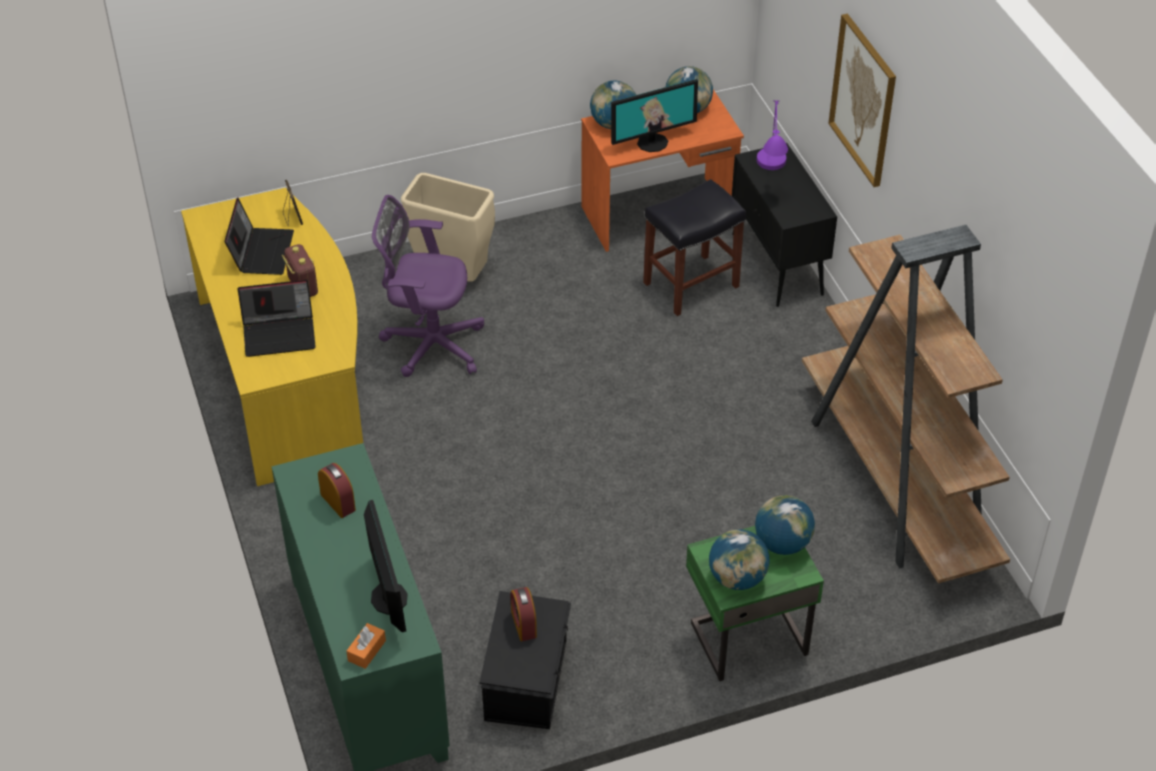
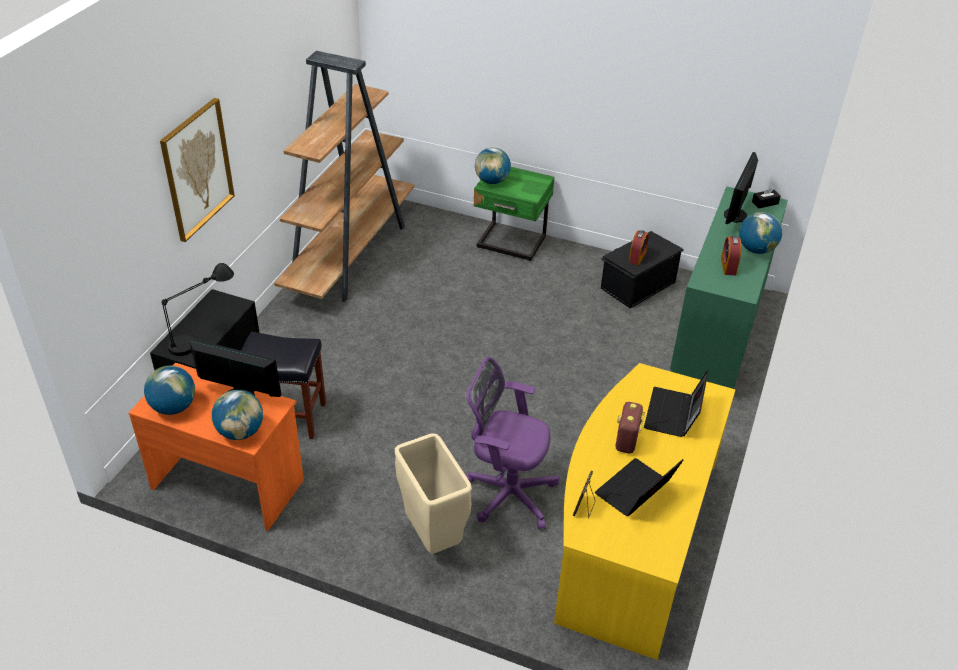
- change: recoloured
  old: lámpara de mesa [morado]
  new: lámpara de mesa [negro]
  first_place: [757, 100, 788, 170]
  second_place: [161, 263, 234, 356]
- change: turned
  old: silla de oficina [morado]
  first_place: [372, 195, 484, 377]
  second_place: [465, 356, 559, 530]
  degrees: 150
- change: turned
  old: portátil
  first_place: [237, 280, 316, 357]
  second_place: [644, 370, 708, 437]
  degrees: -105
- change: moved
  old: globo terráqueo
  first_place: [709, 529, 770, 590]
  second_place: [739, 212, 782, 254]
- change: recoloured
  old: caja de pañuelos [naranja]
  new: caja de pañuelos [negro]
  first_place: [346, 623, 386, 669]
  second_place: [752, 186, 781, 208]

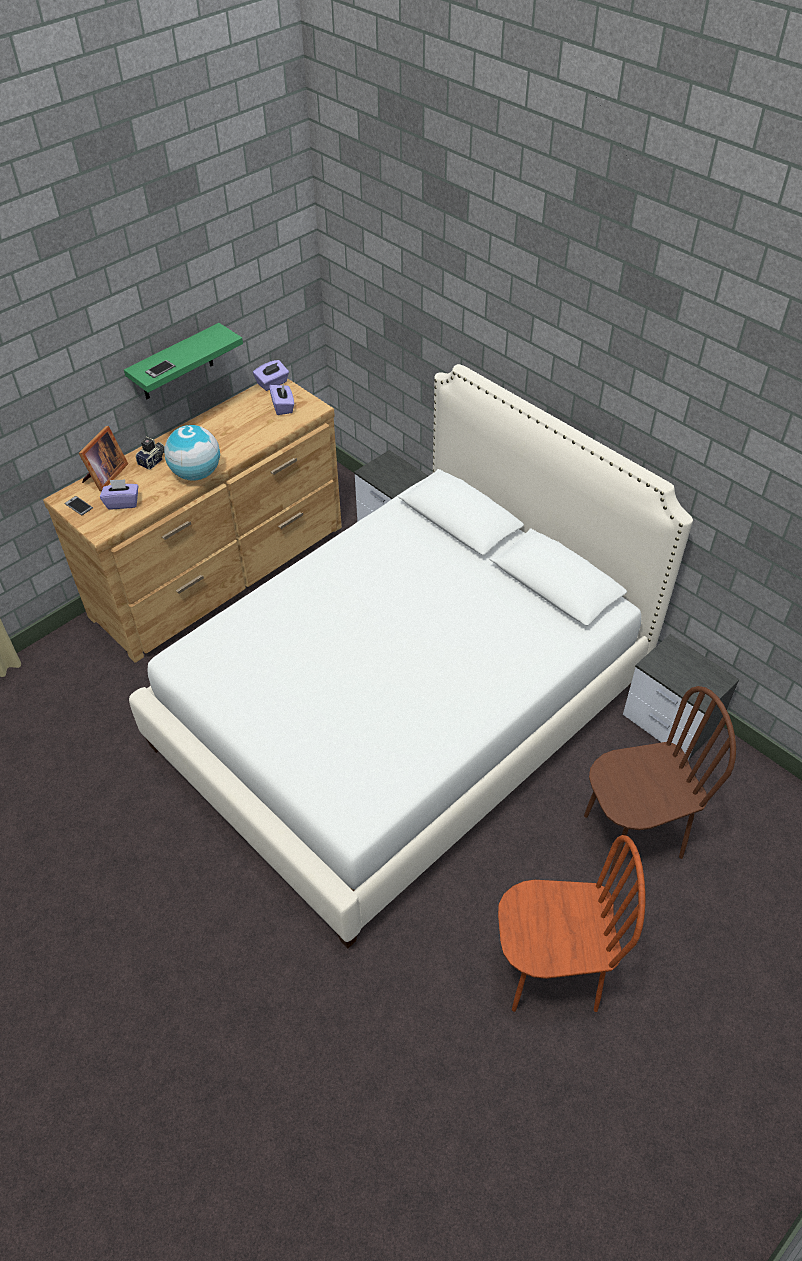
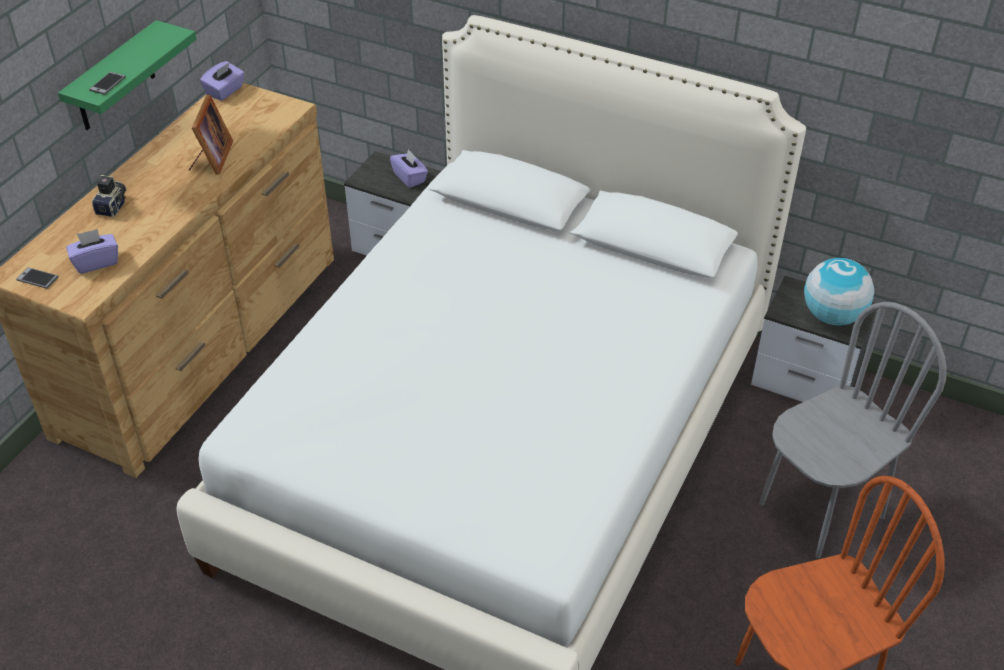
- change: moved
  old: caja de pañuelos [morado]
  first_place: [269, 382, 294, 415]
  second_place: [390, 149, 428, 188]
- change: moved
  old: globo terráqueo
  first_place: [164, 425, 220, 481]
  second_place: [804, 258, 874, 326]
- change: moved
  old: portarretratos
  first_place: [79, 426, 128, 491]
  second_place: [189, 95, 233, 175]
- change: recoloured
  old: silla [marrón]
  new: silla [gris]
  first_place: [584, 686, 736, 874]
  second_place: [759, 302, 947, 559]

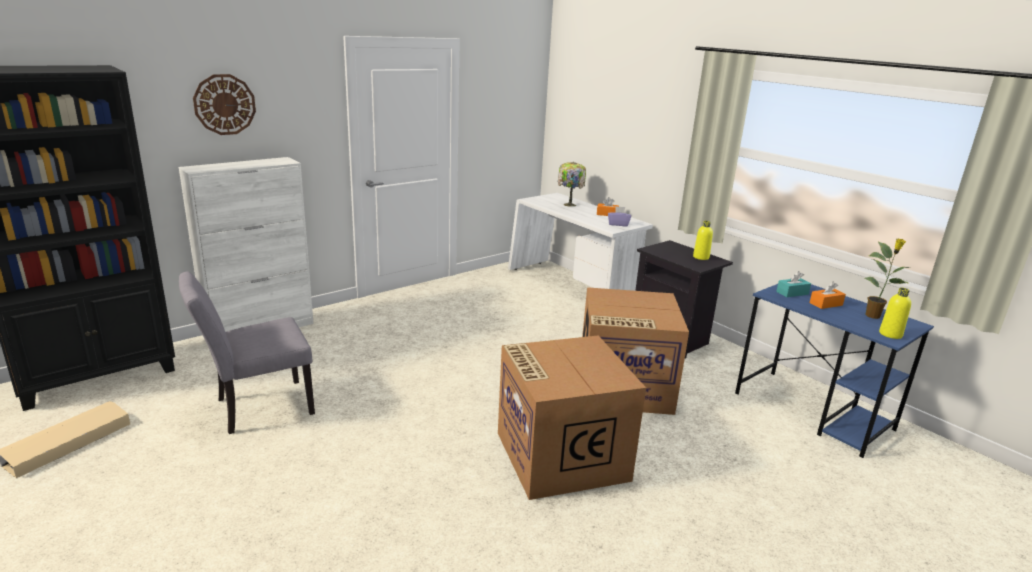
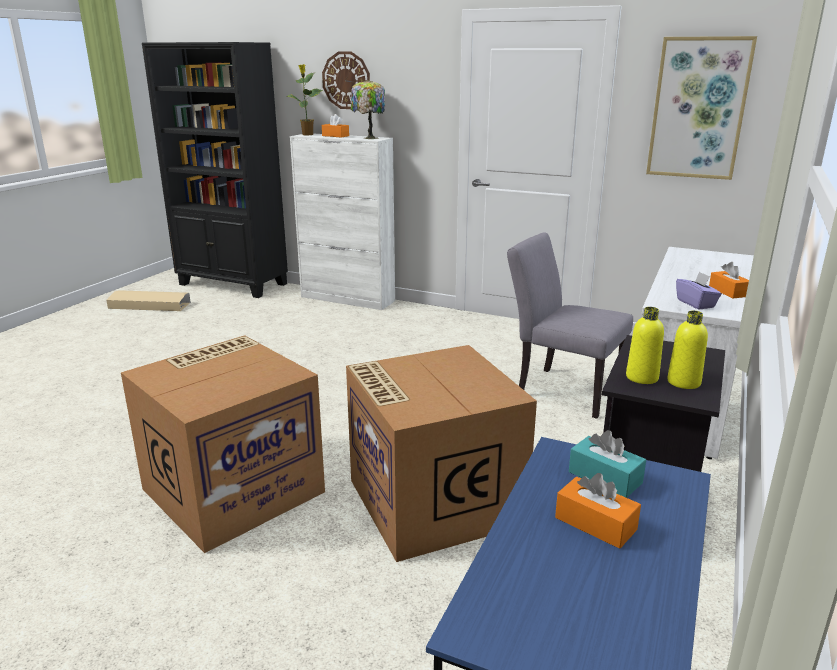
- change: moved
  old: lámpara de mesa
  first_place: [558, 162, 586, 207]
  second_place: [351, 80, 385, 139]
- change: moved
  old: planta en maceta
  first_place: [864, 238, 911, 319]
  second_place: [286, 64, 323, 135]
- change: moved
  old: silla [gris]
  first_place: [179, 272, 315, 434]
  second_place: [507, 233, 633, 419]
- change: moved
  old: botella [amarillo]
  first_place: [879, 288, 911, 339]
  second_place: [626, 307, 664, 384]
- change: added
  new: cuadro
  second_place: [646, 36, 757, 180]
- change: added
  new: caja de pañuelos [naranja]
  second_place: [322, 114, 349, 138]

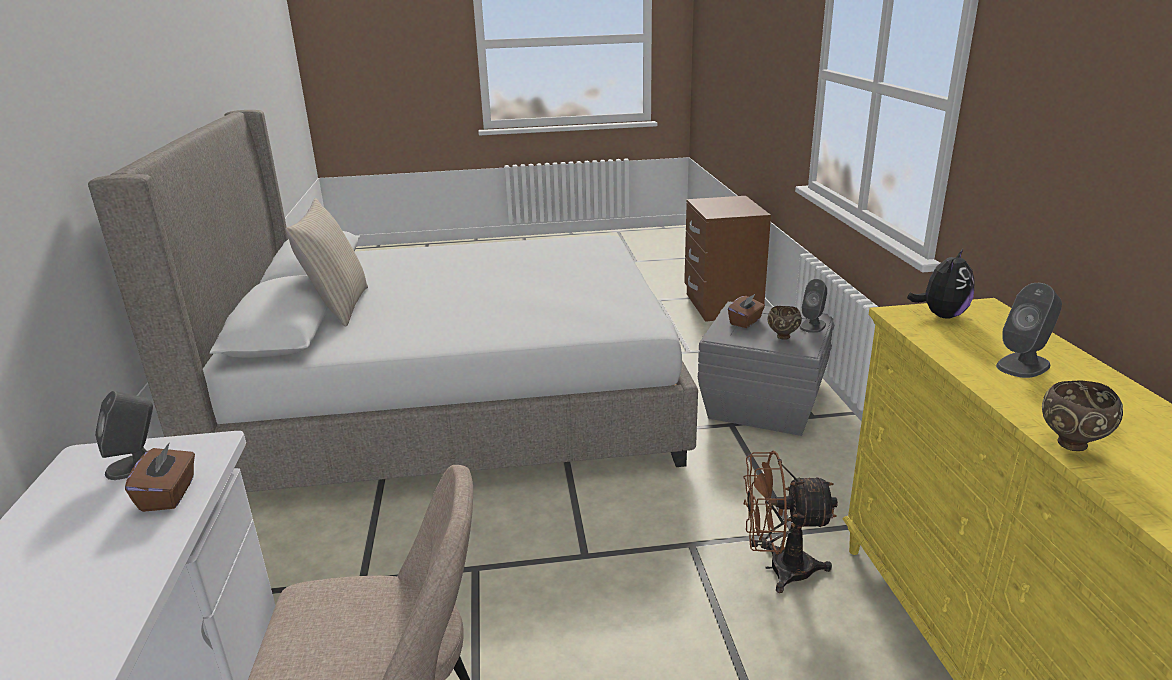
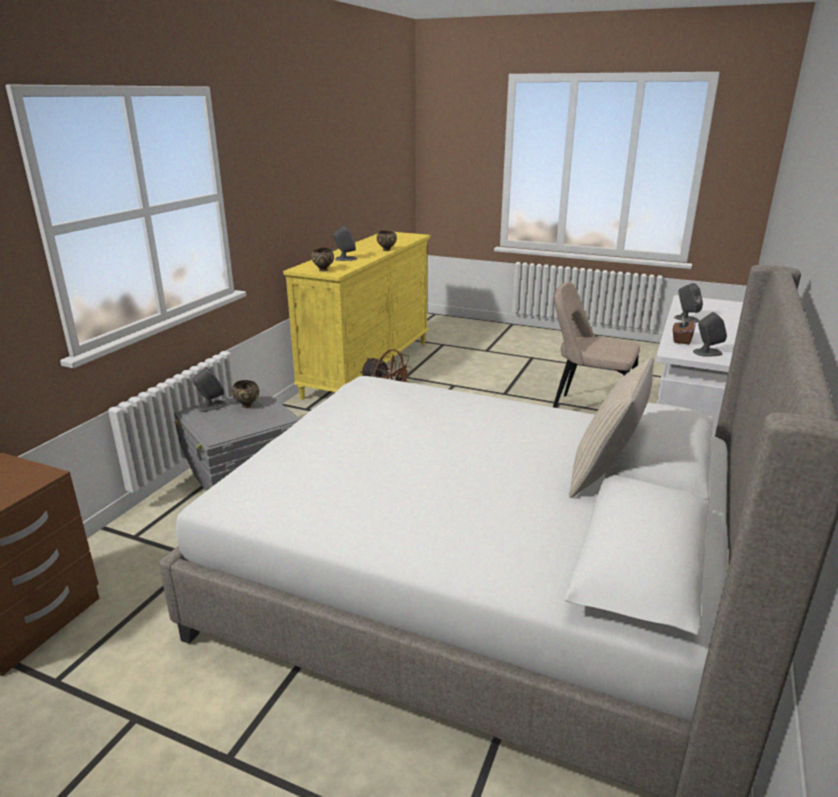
- change: replaced
  old: peluche
  new: cuenco [marrón]
  first_place: [907, 249, 975, 319]
  second_place: [311, 248, 334, 271]
- change: removed
  old: caja de pañuelos [marrón]
  first_place: [728, 294, 765, 328]
- change: added
  new: altavoz [gris]
  second_place: [674, 283, 703, 323]

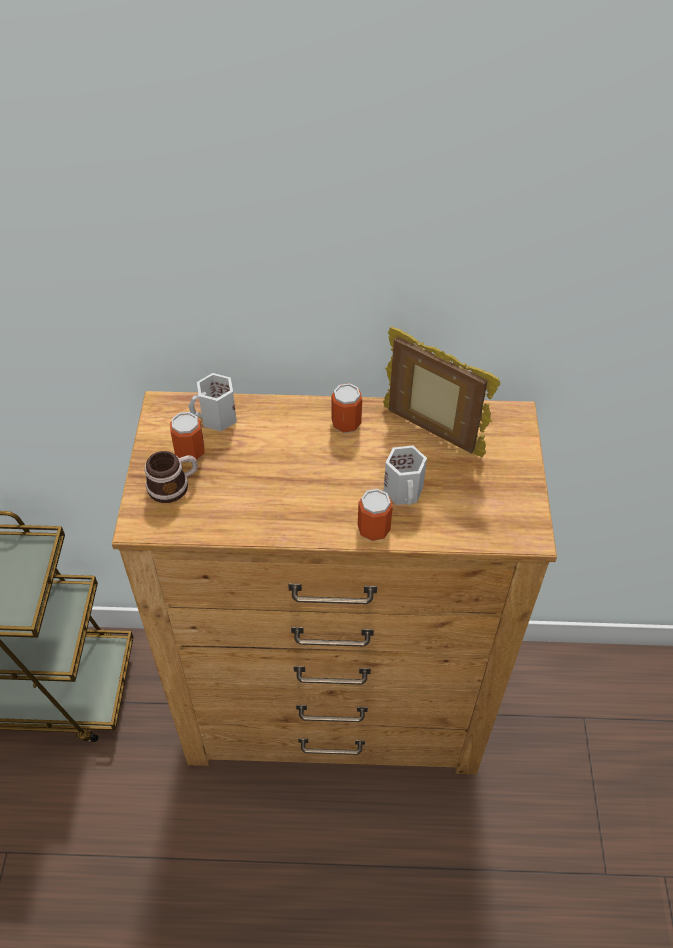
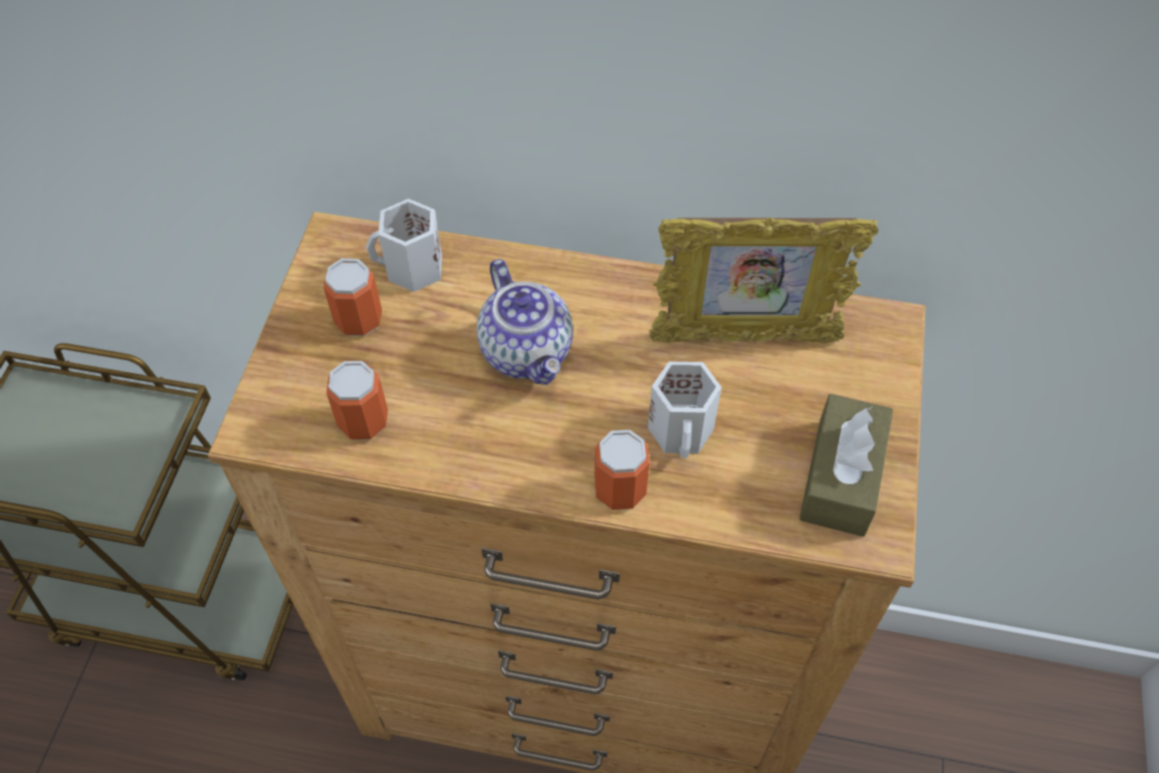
- change: turned
  old: portarretratos
  first_place: [383, 327, 500, 457]
  second_place: [649, 218, 878, 343]
  degrees: 135
- change: moved
  old: lata
  first_place: [332, 383, 362, 433]
  second_place: [326, 361, 388, 440]
- change: removed
  old: taza grande
  first_place: [145, 451, 198, 503]
- change: added
  new: tetera
  second_place: [477, 259, 573, 385]
- change: added
  new: caja de pañuelos [marrón]
  second_place: [799, 394, 893, 537]

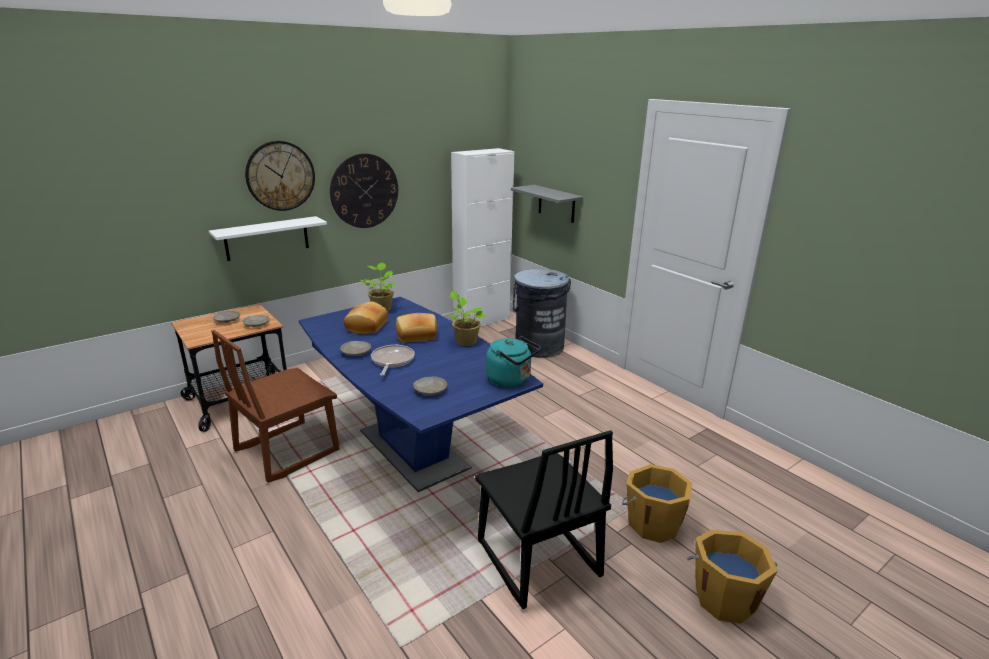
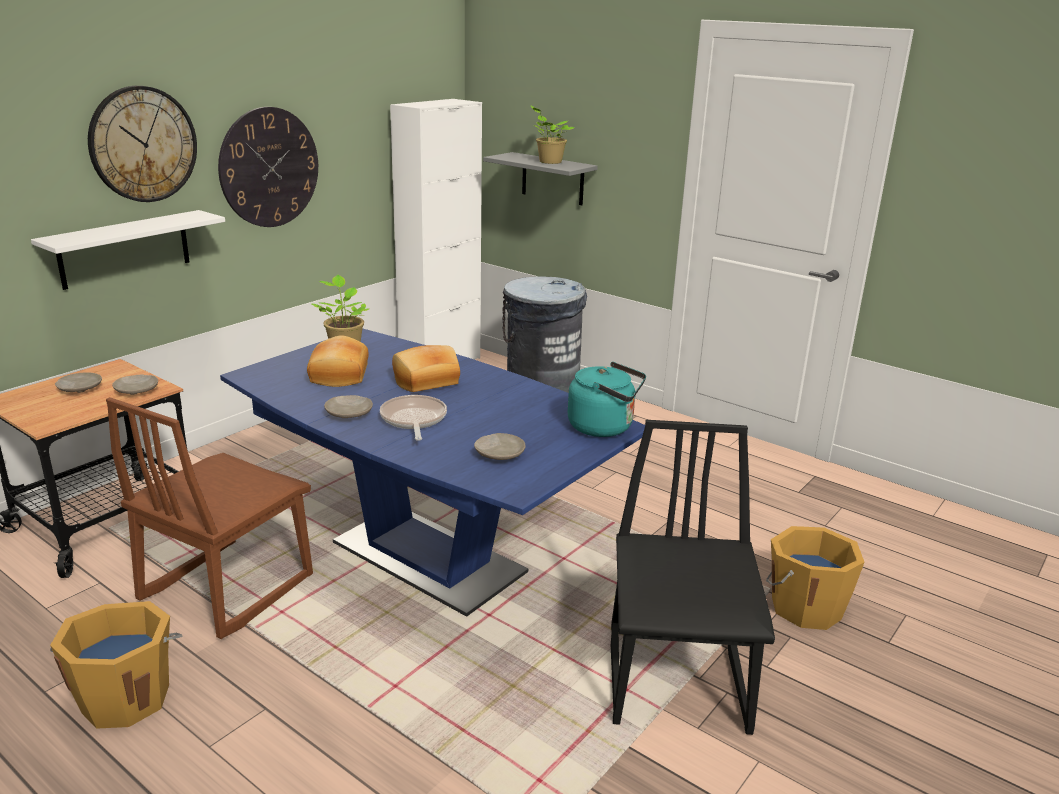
- change: moved
  old: planta en maceta
  first_place: [448, 290, 486, 346]
  second_place: [530, 105, 575, 164]
- change: turned
  old: silla [negro]
  first_place: [475, 430, 613, 609]
  second_place: [611, 420, 775, 735]
  degrees: -135
- change: moved
  old: cubo [naranja]
  first_place: [687, 530, 778, 624]
  second_place: [50, 601, 183, 728]

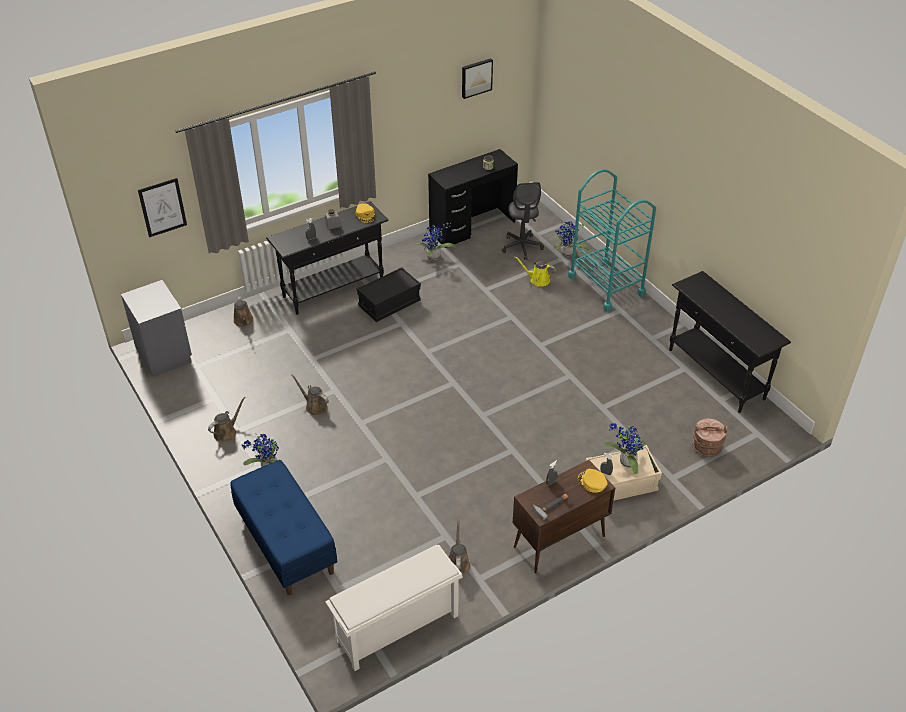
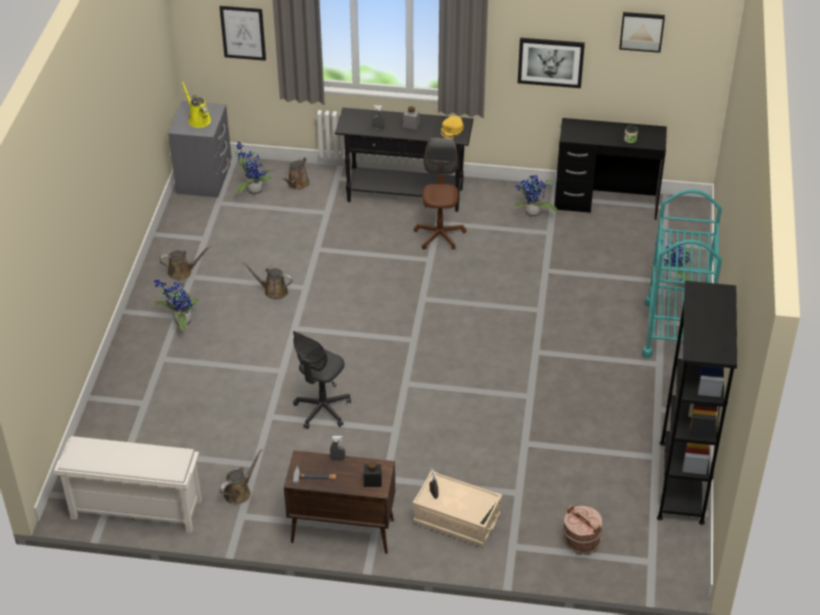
- change: moved
  old: silla de oficina [gris]
  first_place: [502, 182, 544, 260]
  second_place: [293, 331, 351, 429]
- change: moved
  old: regadera [amarillo]
  first_place: [515, 256, 556, 287]
  second_place: [181, 81, 211, 128]
- change: replaced
  old: caja de almacenaje [negro]
  new: silla de oficina [marrón]
  first_place: [357, 267, 421, 322]
  second_place: [414, 138, 466, 250]
- change: replaced
  old: mesa consola [negro]
  new: estantería [negro]
  first_place: [669, 271, 791, 413]
  second_place: [657, 281, 737, 525]
- change: turned
  old: regadera [marrón]
  first_place: [291, 374, 329, 415]
  second_place: [243, 262, 293, 300]
  degrees: -60
- change: moved
  old: planta en maceta
  first_place: [604, 423, 646, 474]
  second_place: [235, 141, 273, 194]
- change: removed
  old: banco [azul]
  first_place: [230, 460, 337, 595]
- change: replaced
  old: gorra [amarillo]
  new: tarro [negro]
  first_place: [578, 469, 608, 493]
  second_place: [364, 461, 382, 487]
- change: added
  new: cuadro
  second_place: [518, 38, 585, 88]

